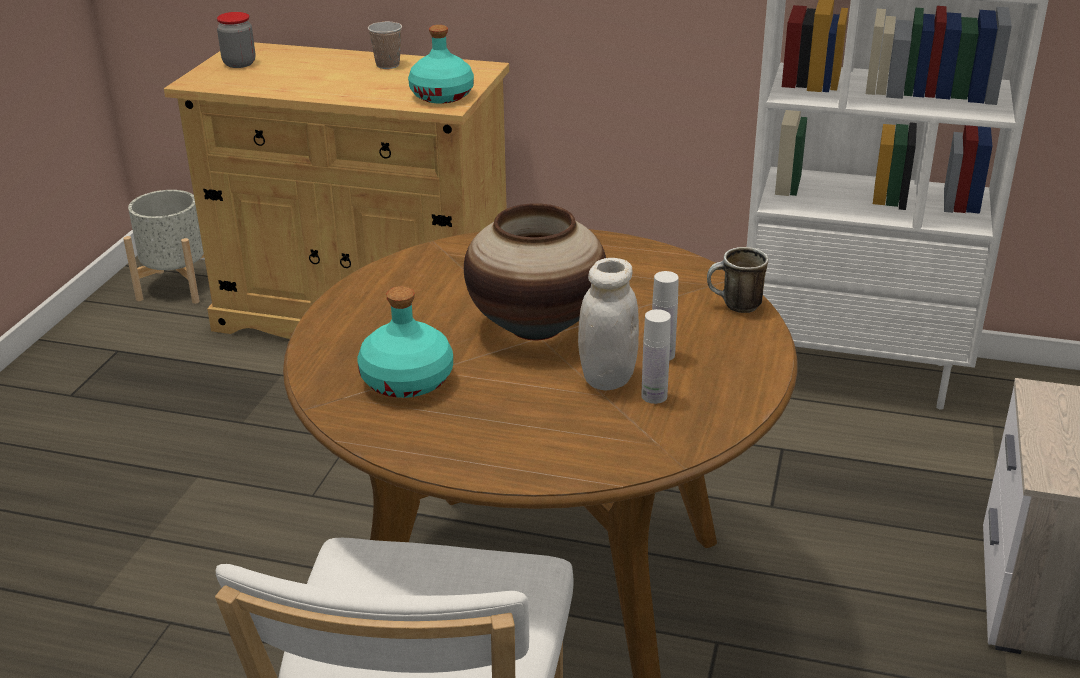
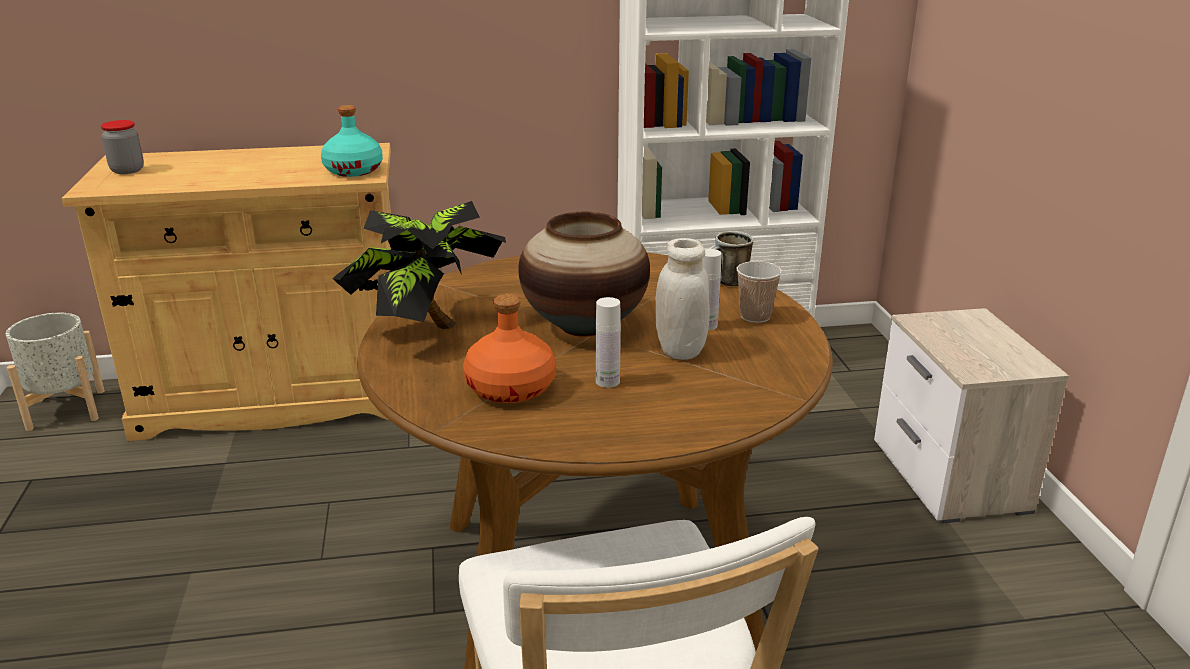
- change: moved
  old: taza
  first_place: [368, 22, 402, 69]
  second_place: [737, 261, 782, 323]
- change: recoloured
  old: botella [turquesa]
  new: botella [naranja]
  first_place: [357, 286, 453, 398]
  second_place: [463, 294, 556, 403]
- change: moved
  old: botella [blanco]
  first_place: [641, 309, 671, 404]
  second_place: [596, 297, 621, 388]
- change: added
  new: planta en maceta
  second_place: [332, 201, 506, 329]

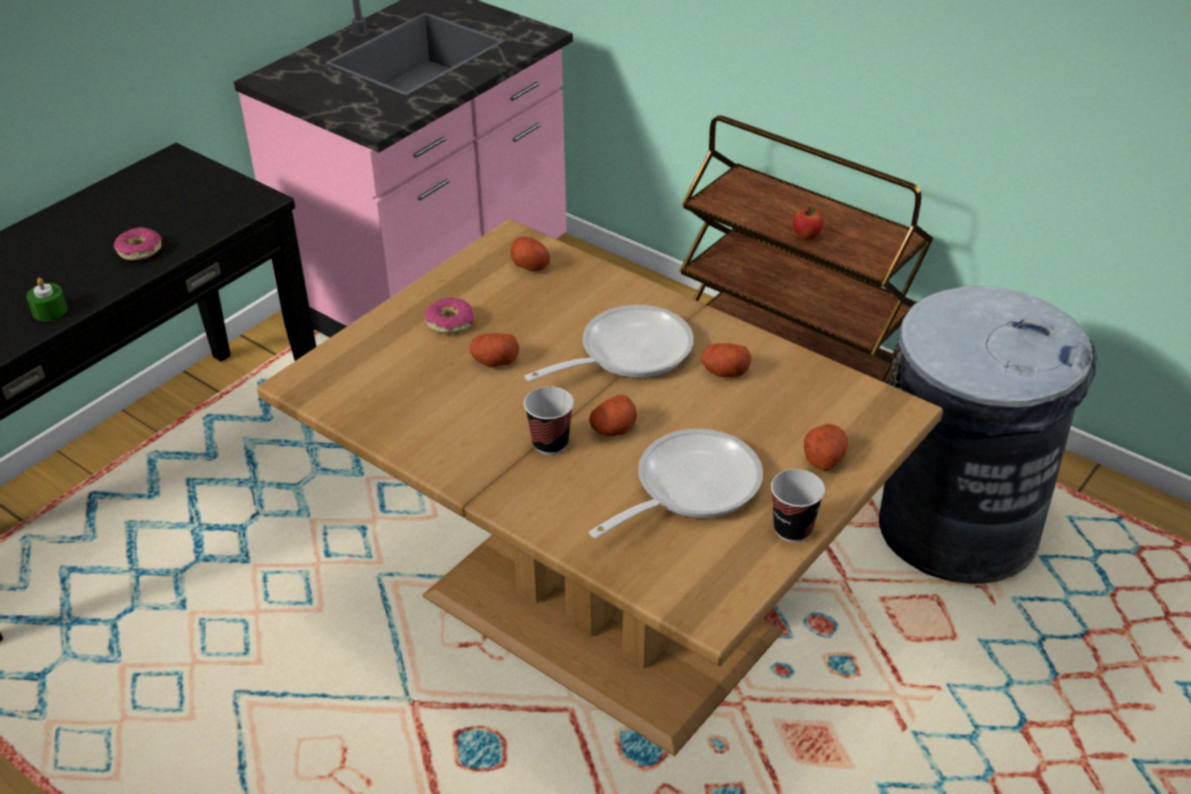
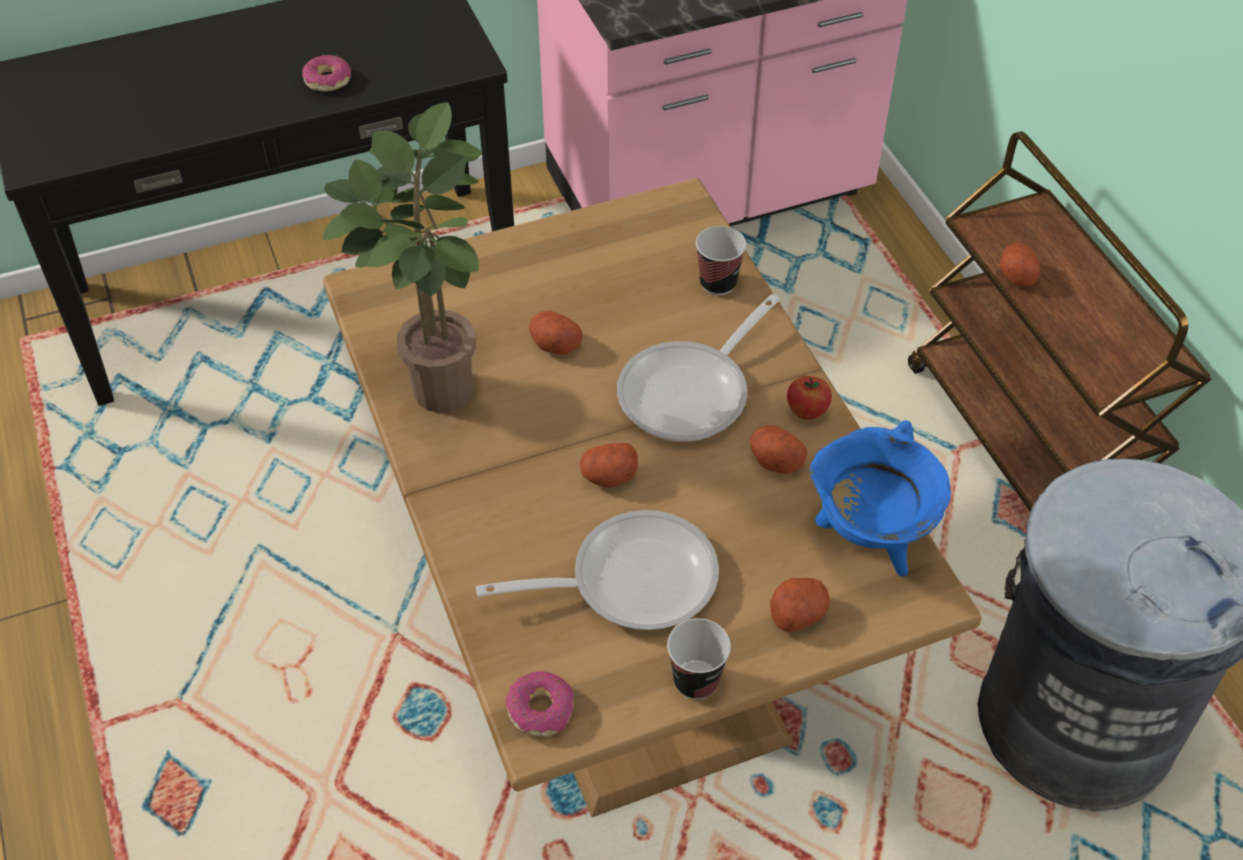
- change: moved
  old: manzana
  first_place: [793, 207, 823, 240]
  second_place: [787, 376, 832, 420]
- change: moved
  old: patata
  first_place: [510, 237, 550, 272]
  second_place: [999, 243, 1040, 286]
- change: removed
  old: vela [verde]
  first_place: [26, 278, 67, 321]
- change: moved
  old: rosquilla
  first_place: [425, 297, 474, 334]
  second_place: [506, 671, 574, 736]
- change: turned
  old: sartén
  first_place: [524, 305, 694, 382]
  second_place: [617, 294, 780, 442]
  degrees: 135
- change: moved
  old: taza
  first_place: [524, 386, 574, 455]
  second_place: [696, 226, 746, 295]
- change: added
  new: planta en maceta
  second_place: [323, 102, 482, 413]
- change: added
  new: olla [azul]
  second_place: [810, 420, 951, 576]

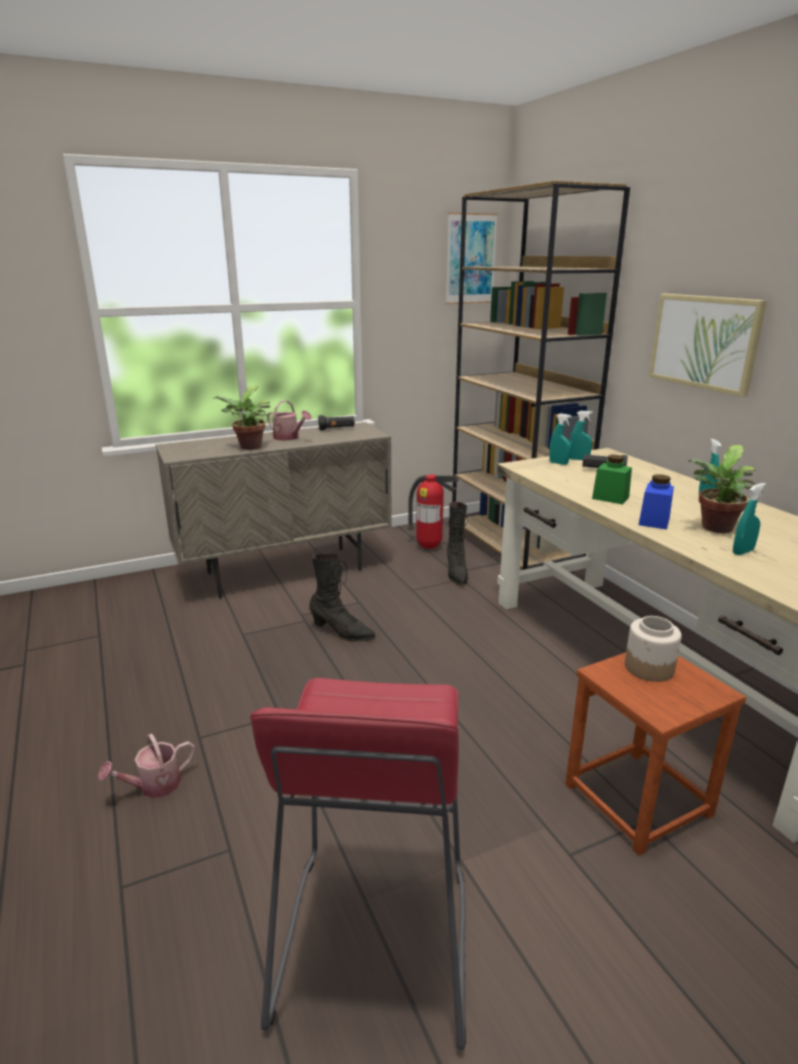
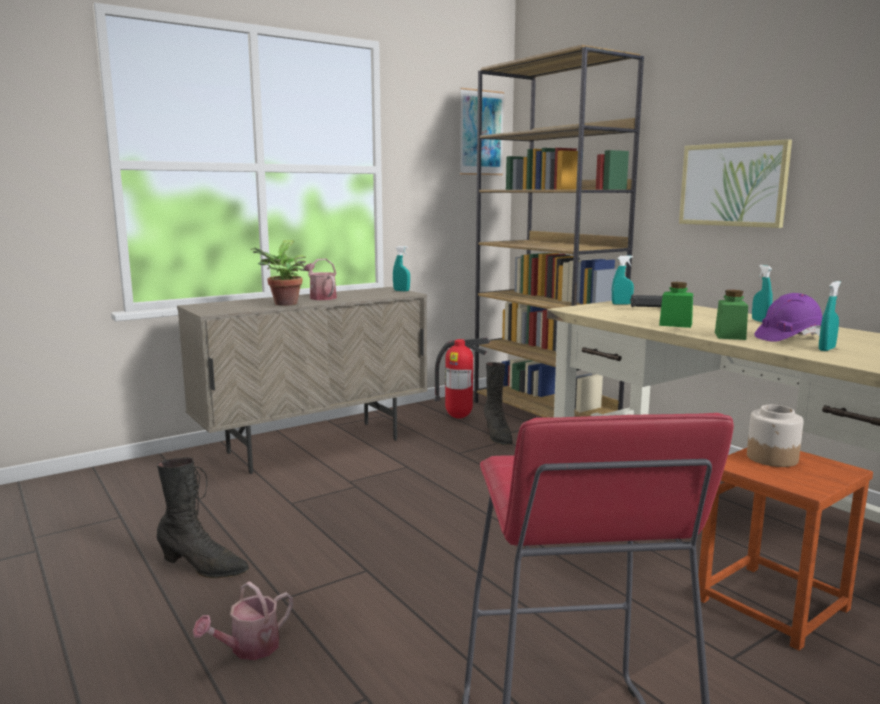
- change: turned
  old: regadera
  first_place: [267, 400, 312, 441]
  second_place: [303, 259, 337, 300]
  degrees: -150
- change: moved
  old: pulverizador [turquesa]
  first_place: [549, 413, 572, 465]
  second_place: [393, 246, 410, 292]
- change: removed
  old: linterna [negro]
  first_place: [318, 415, 355, 430]
- change: replaced
  old: planta en maceta
  new: casco [morado]
  first_place: [688, 445, 763, 533]
  second_place: [754, 293, 822, 342]
- change: recoloured
  old: tarro [azul]
  new: tarro [verde]
  first_place: [639, 474, 674, 530]
  second_place: [715, 290, 748, 340]
- change: moved
  old: bota [negro]
  first_place: [309, 553, 376, 641]
  second_place: [157, 457, 249, 578]

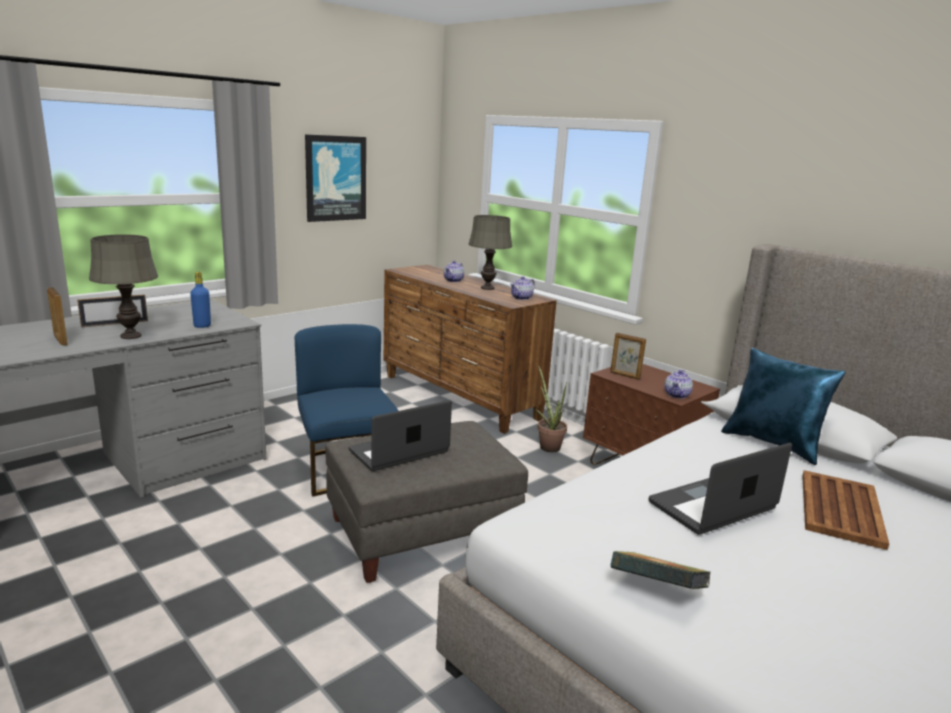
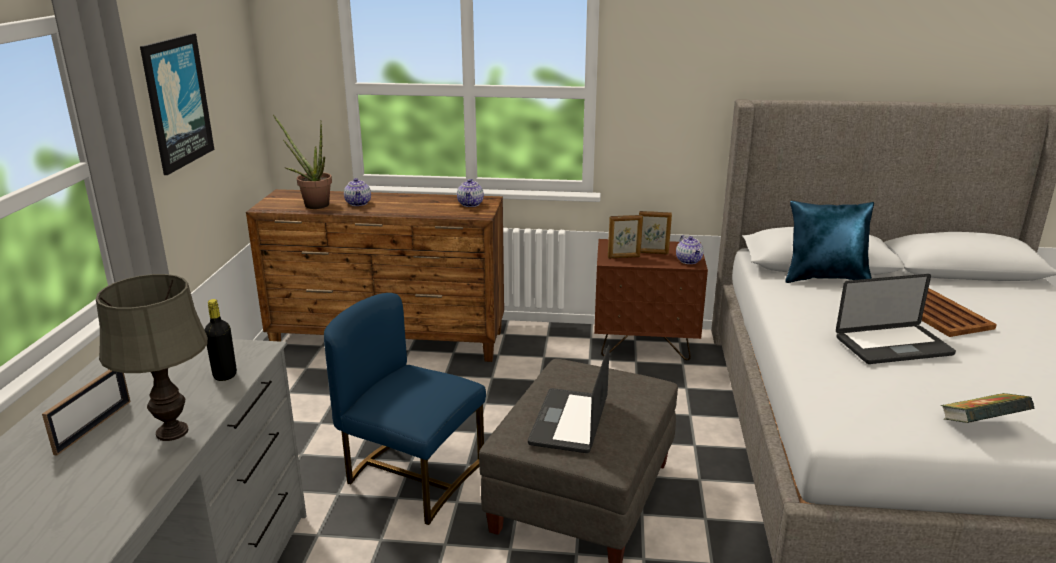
- change: removed
  old: lámpara de mesa [gris]
  first_place: [469, 215, 512, 290]
- change: recoloured
  old: botella [azul]
  new: botella [negro]
  first_place: [190, 272, 211, 328]
  second_place: [205, 299, 237, 381]
- change: moved
  old: portarretratos
  first_place: [47, 287, 68, 346]
  second_place: [639, 211, 672, 254]
- change: moved
  old: planta en maceta
  first_place: [535, 365, 567, 452]
  second_place: [273, 115, 332, 209]
- change: turned
  old: portátil
  first_place: [649, 443, 792, 535]
  second_place: [836, 274, 956, 364]
  degrees: -120

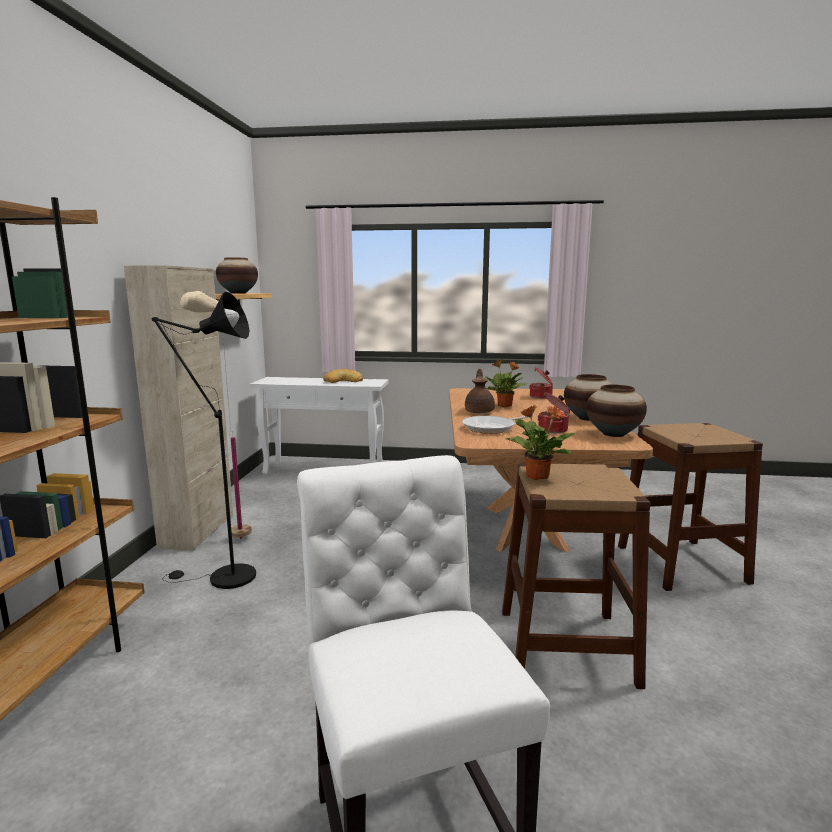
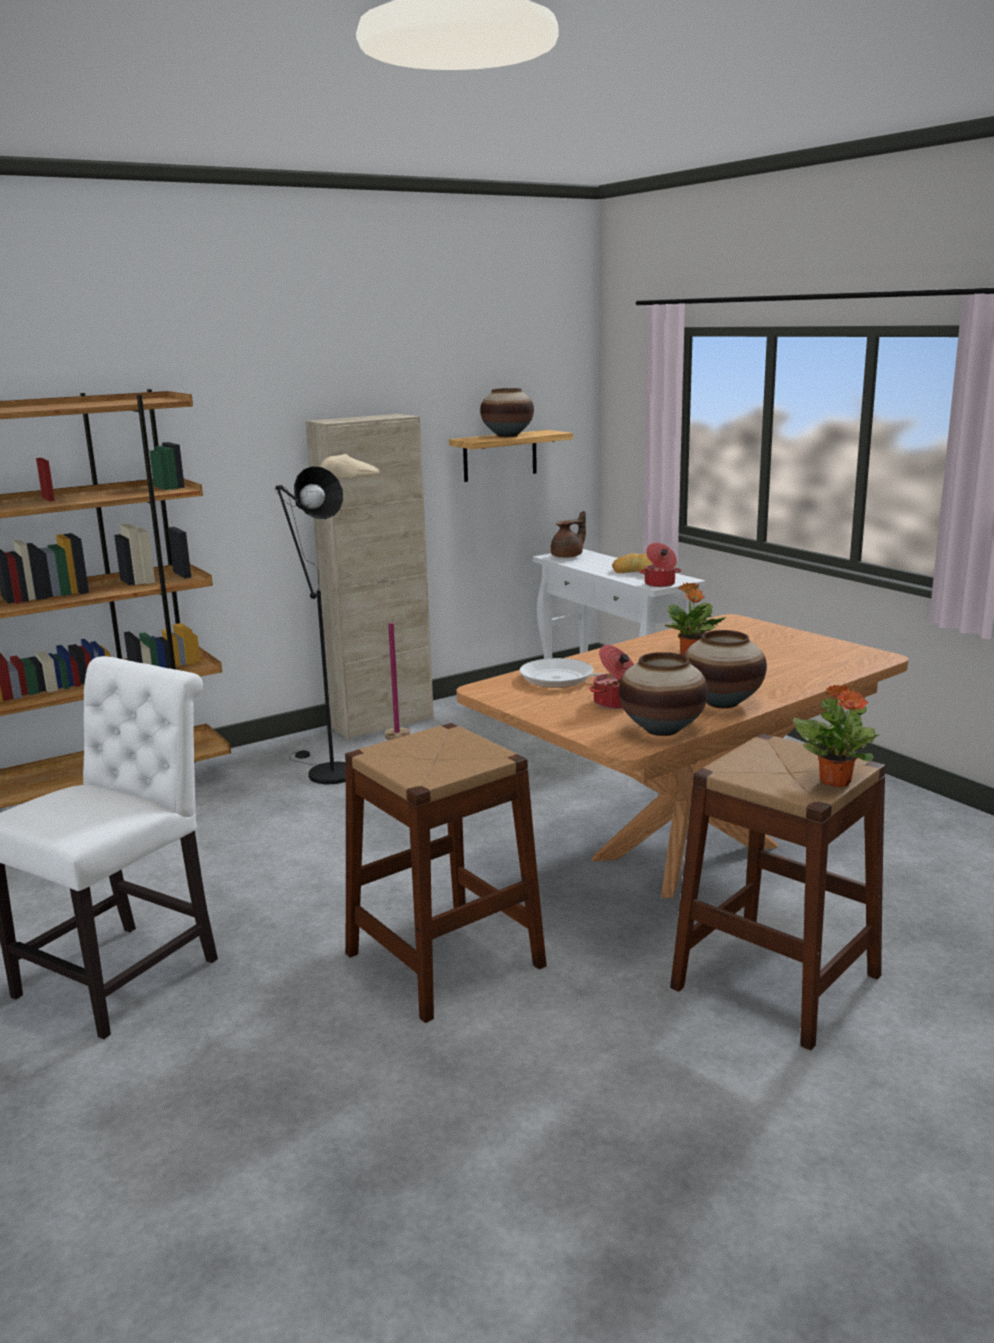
- change: moved
  old: olla
  first_place: [529, 367, 553, 399]
  second_place: [639, 543, 682, 587]
- change: moved
  old: tetera [marrón]
  first_place: [465, 369, 495, 413]
  second_place: [551, 511, 586, 558]
- change: moved
  old: planta en maceta
  first_place: [506, 405, 575, 480]
  second_place: [793, 684, 879, 787]

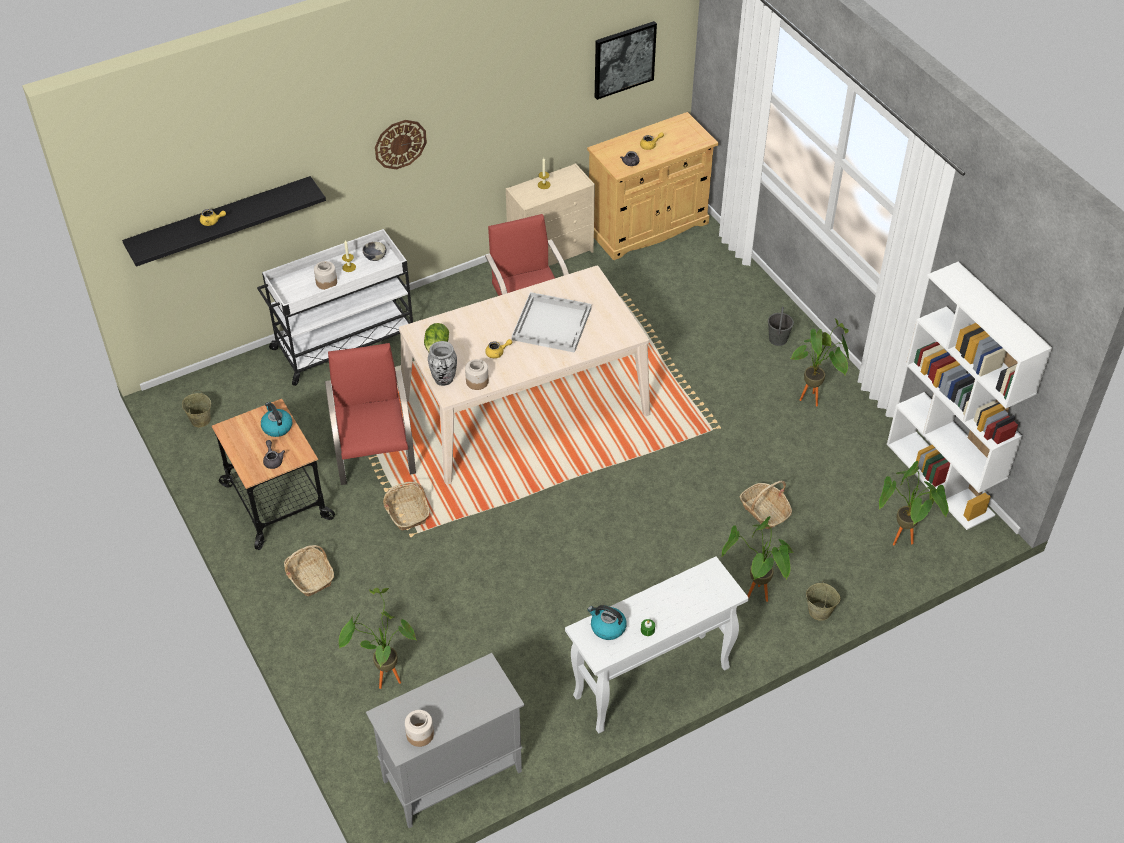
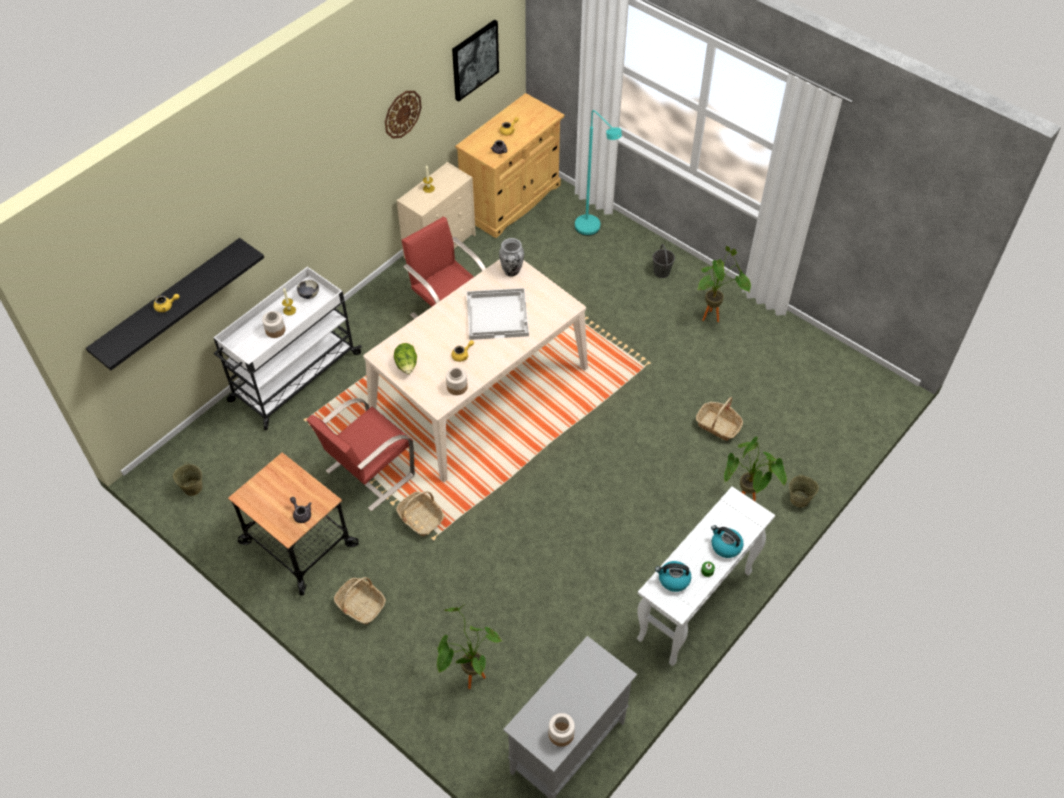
- change: moved
  old: reloj de pared
  first_place: [375, 120, 427, 169]
  second_place: [385, 91, 422, 139]
- change: removed
  old: estantería [blanco]
  first_place: [887, 262, 1052, 530]
- change: moved
  old: florero
  first_place: [428, 341, 457, 386]
  second_place: [499, 238, 524, 277]
- change: turned
  old: silla [rojo]
  first_place: [325, 343, 416, 485]
  second_place: [307, 398, 415, 511]
  degrees: -105
- change: moved
  old: hervidor
  first_place: [261, 402, 292, 437]
  second_place: [711, 525, 744, 558]
- change: removed
  old: planta en maceta
  first_place: [879, 461, 949, 546]
- change: added
  new: lámpara de pie [turquesa]
  second_place: [575, 110, 622, 236]

